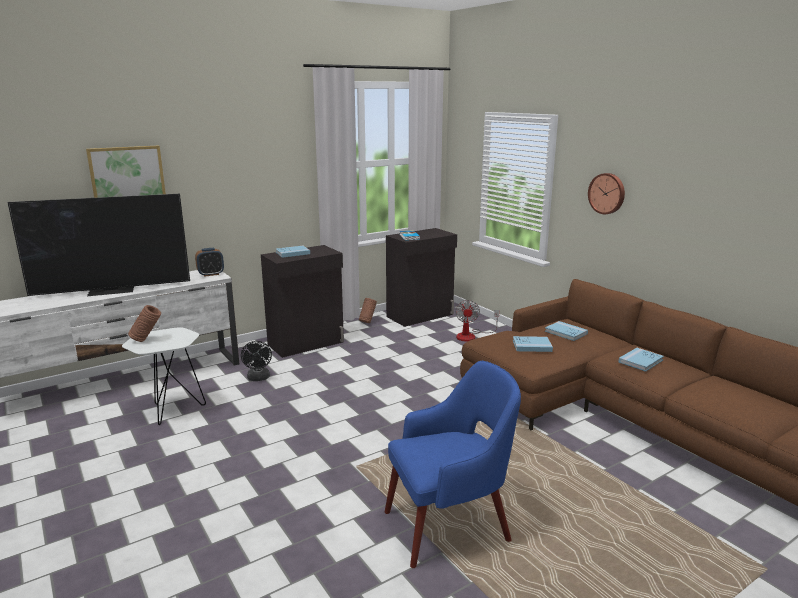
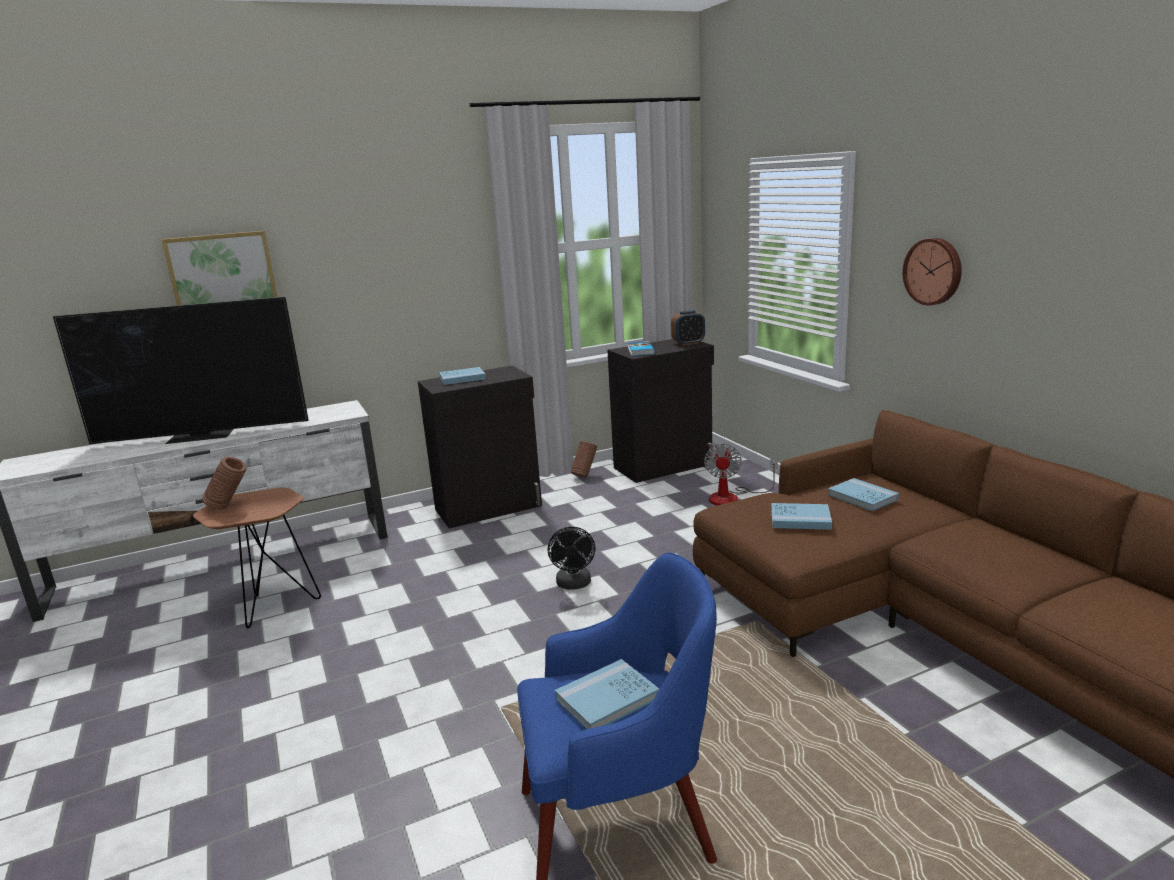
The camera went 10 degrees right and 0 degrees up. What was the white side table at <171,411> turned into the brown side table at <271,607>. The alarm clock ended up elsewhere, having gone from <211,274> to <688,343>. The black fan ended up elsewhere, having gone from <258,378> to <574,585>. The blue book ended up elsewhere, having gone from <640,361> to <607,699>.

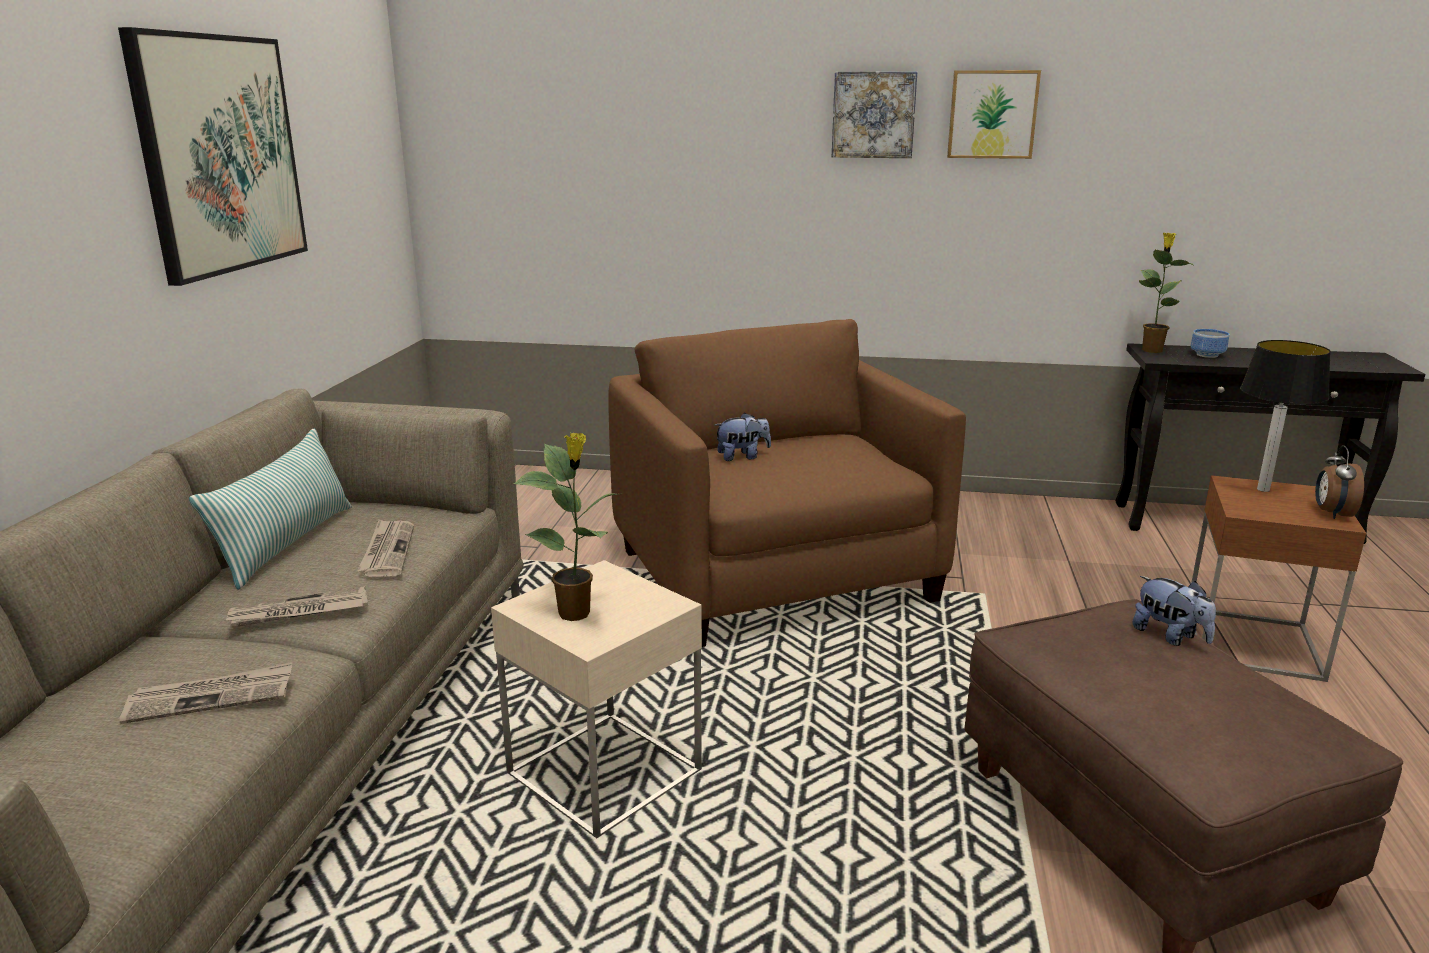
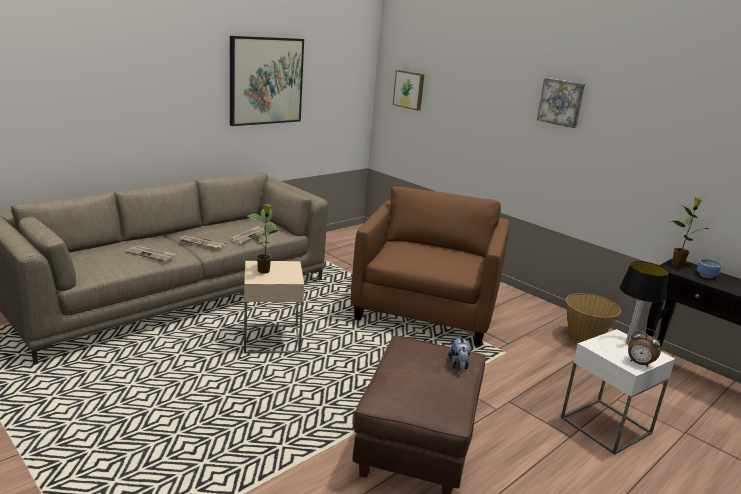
The camera went 35 degrees right and 0 degrees up. The second view lost the pillow at <286,544>. The second view lost the plush toy at <742,457>. The picture ended up elsewhere, having gone from <992,114> to <409,90>. What was the brown side table at <1252,643> turned into the white side table at <606,425>. The alarm clock at <1331,513> ended up facing another way, 105 degrees counterclockwise from before. The second view gained the basket at <585,338>.

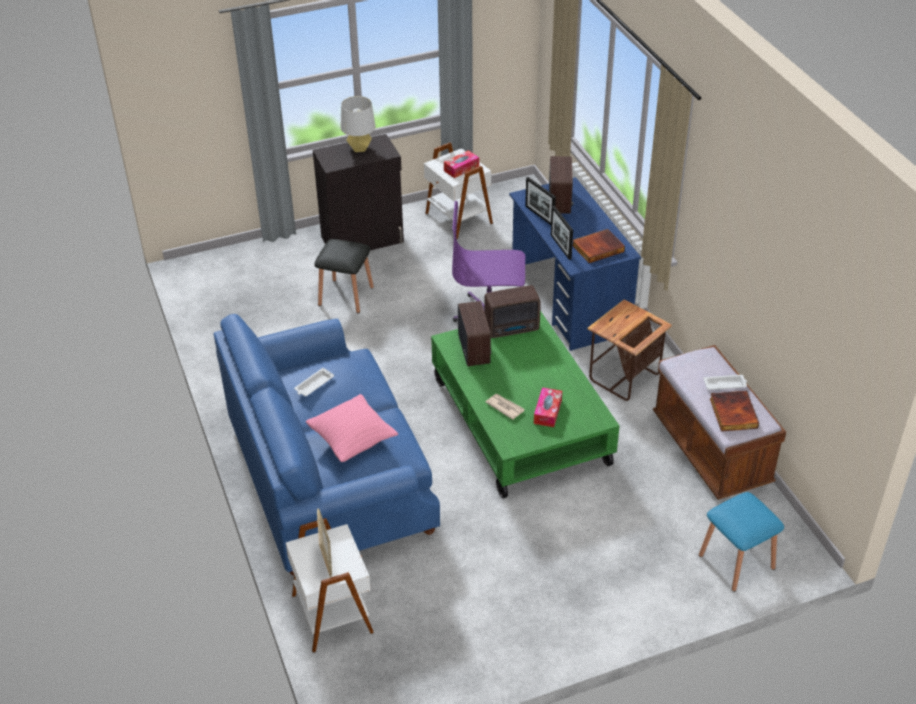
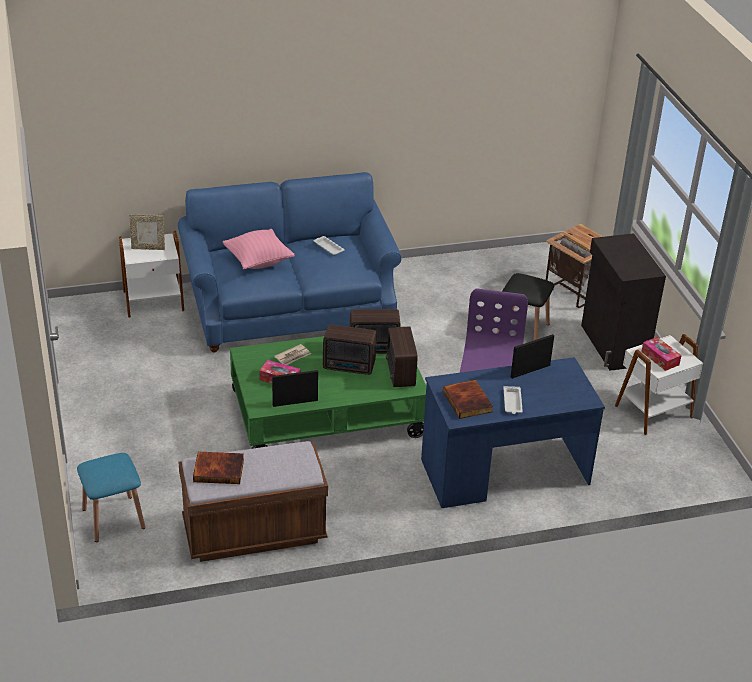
The camera went 95 degrees right and 5 degrees down. The second view lost the grey table lamp at <359,148>. The radio ended up elsewhere, having gone from <560,201> to <350,367>. The picture frame ended up elsewhere, having gone from <560,247> to <295,403>. The side table ended up elsewhere, having gone from <623,378> to <574,291>. The white tray ended up elsewhere, having gone from <725,384> to <512,402>.

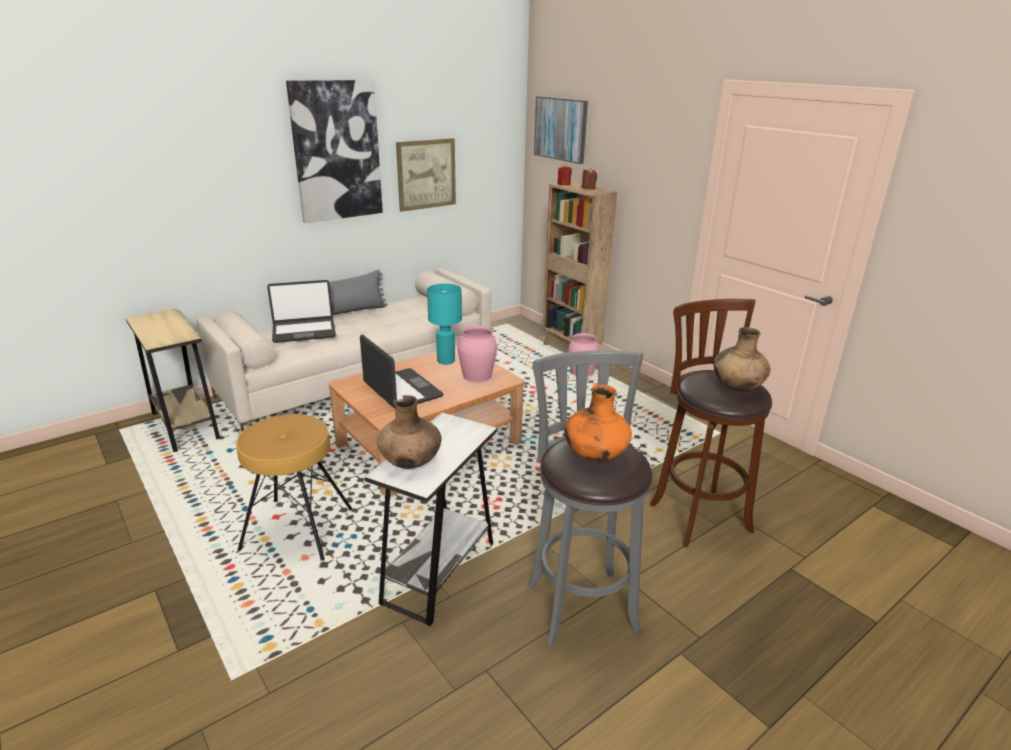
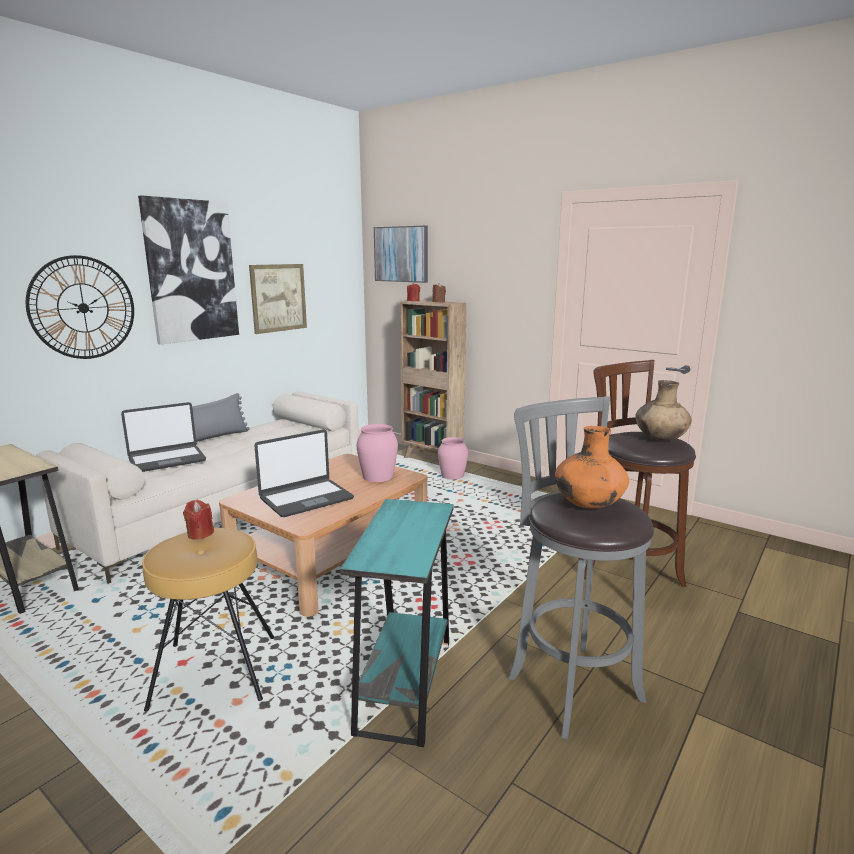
The camera went 15 degrees left and 10 degrees down. The laptop at <401,390> ended up facing another way, 105 degrees clockwise from before. What was the white side table at <439,572> turned into the turquoise side table at <405,685>. The second view lost the brown vase at <411,462>. The second view lost the turquoise table lamp at <446,360>. The second view gained the wall clock at <83,308>. The second view gained the red candle at <200,534>.

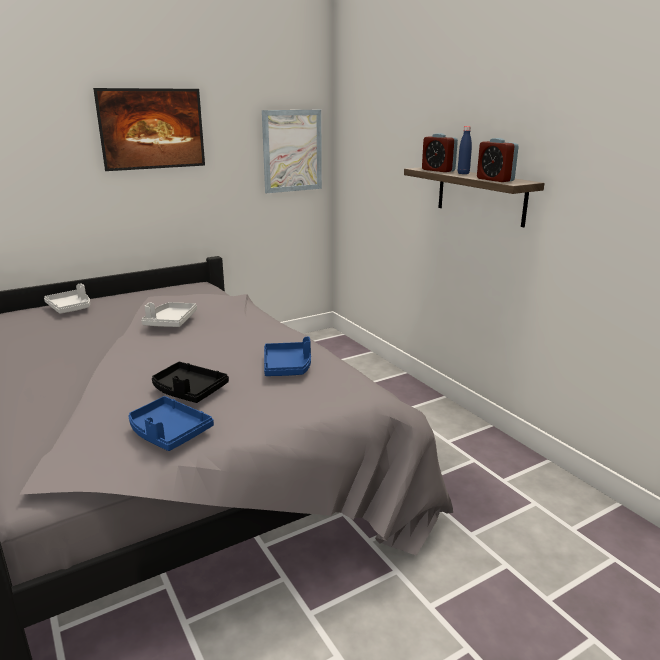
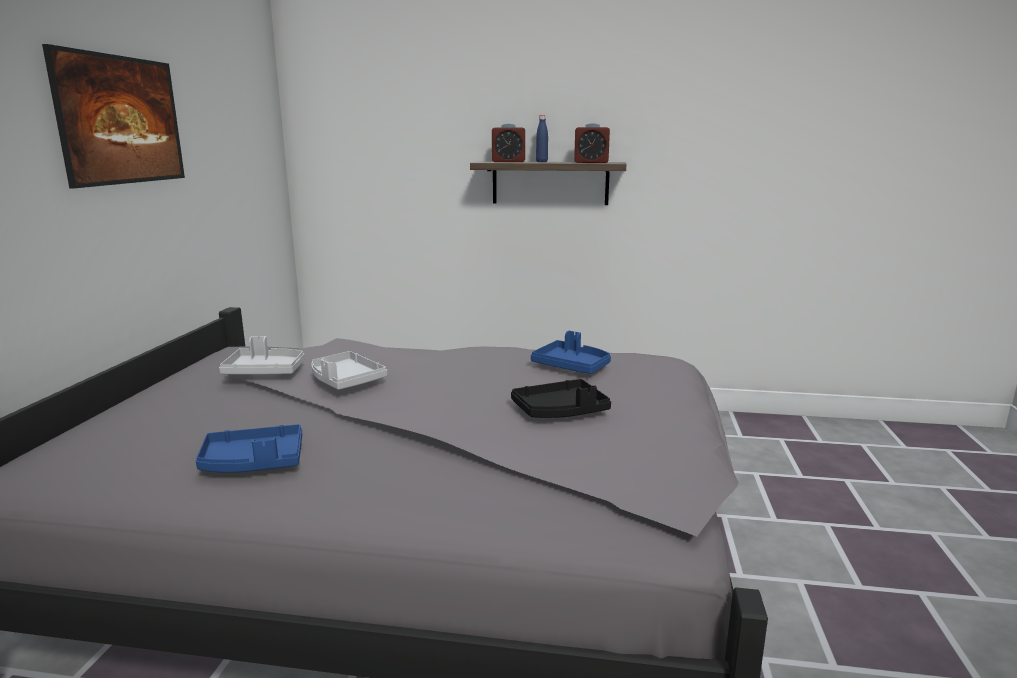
The camera went 50 degrees left and 5 degrees down. The grey tray ended up elsewhere, having gone from <70,308> to <265,371>. The blue tray ended up elsewhere, having gone from <168,433> to <254,463>. The second view lost the picture at <292,151>.

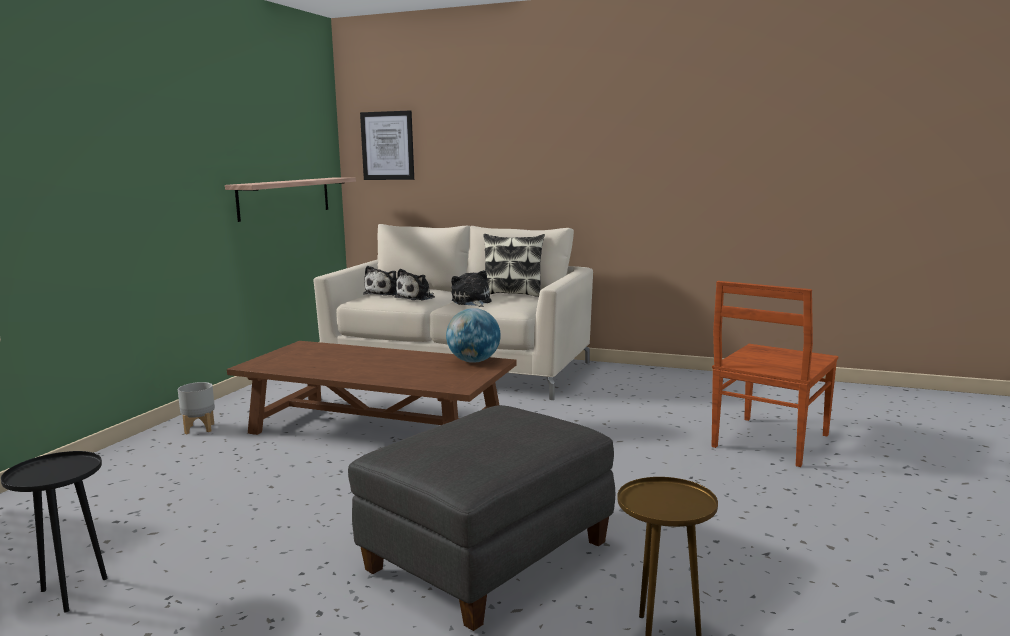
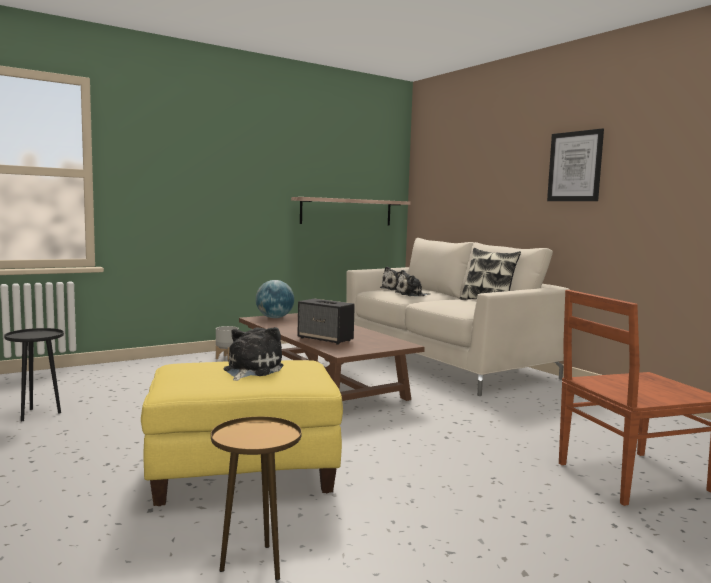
The camera went 35 degrees right and 5 degrees down. What was the grey ottoman at <487,559> turned into the yellow ottoman at <241,473>. The picture ended up elsewhere, having gone from <387,145> to <575,166>. The globe ended up elsewhere, having gone from <473,361> to <274,318>. The plush toy ended up elsewhere, having gone from <472,302> to <251,370>. The second view gained the speaker at <326,339>.

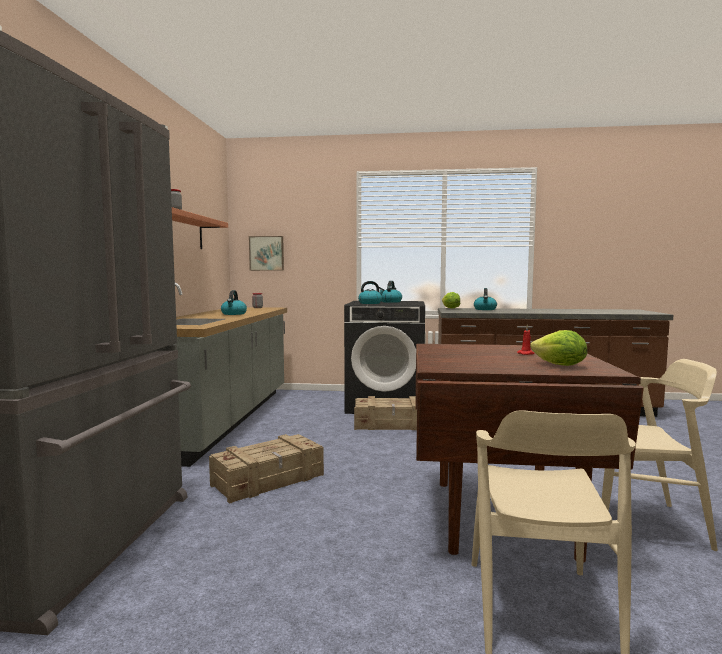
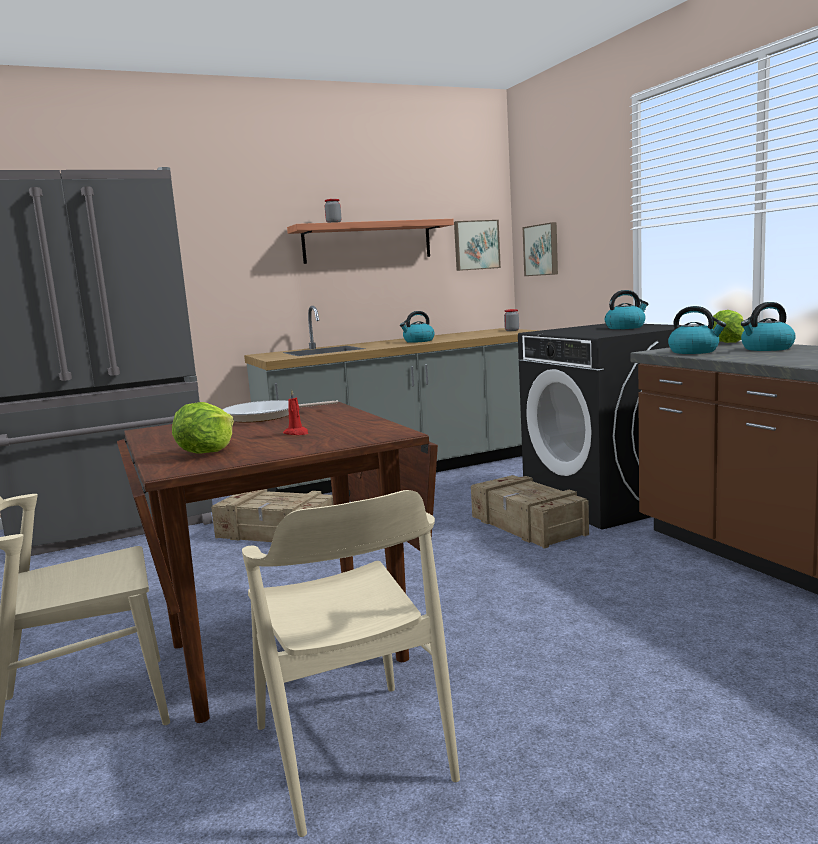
The camera went 60 degrees right and 5 degrees up. The kettle ended up elsewhere, having gone from <370,303> to <694,351>. The second view gained the frying pan at <266,416>. The second view gained the picture at <476,245>.

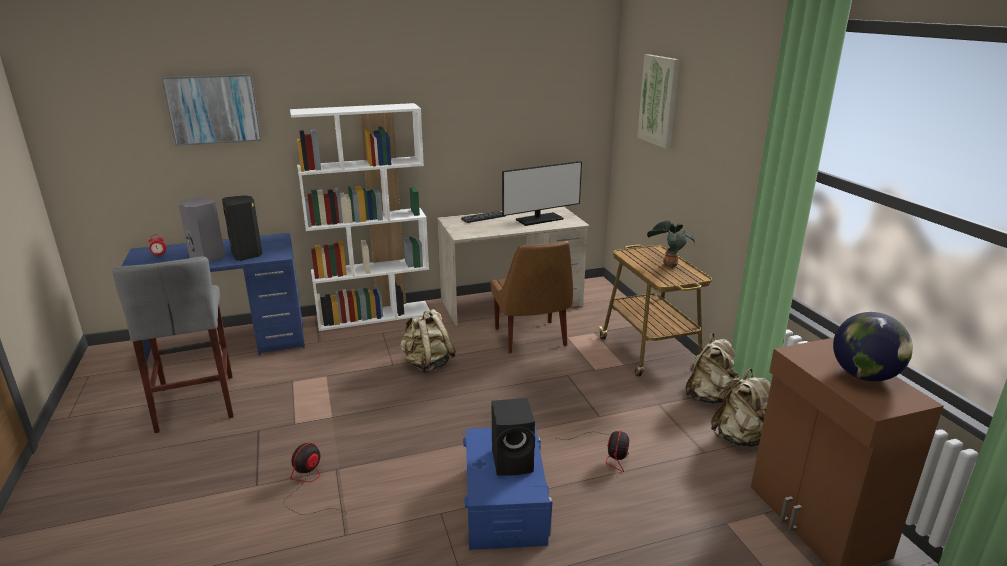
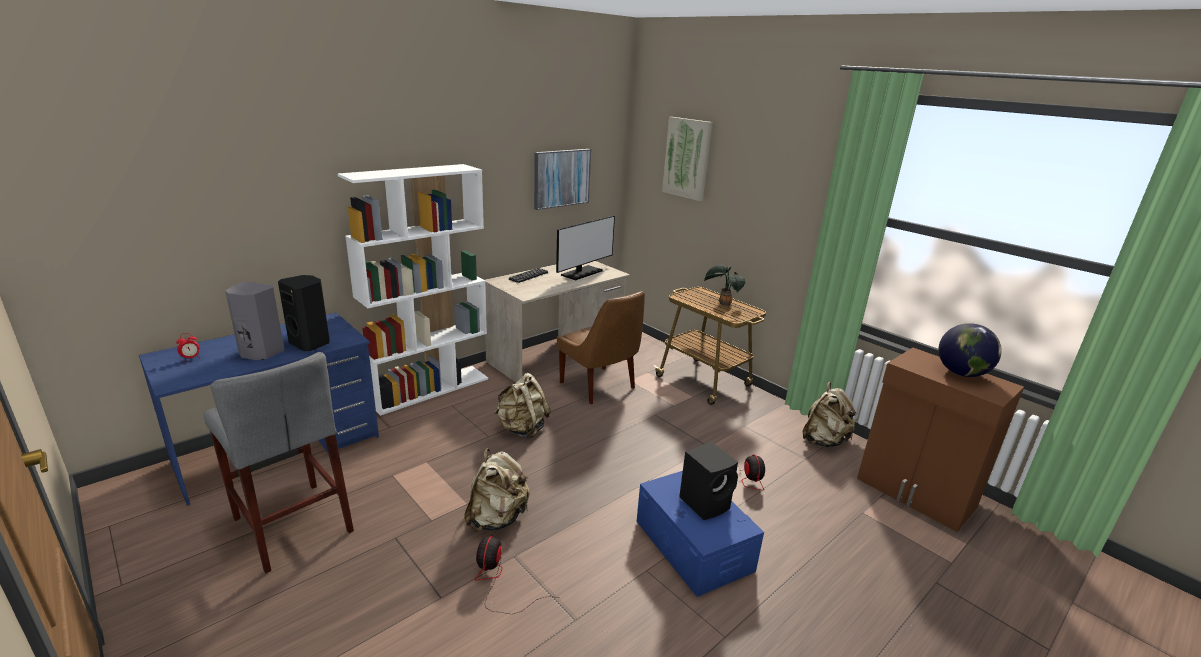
The camera went 25 degrees left and 0 degrees up. The picture ended up elsewhere, having gone from <213,109> to <561,178>. The beige backpack ended up elsewhere, having gone from <710,397> to <497,518>.

